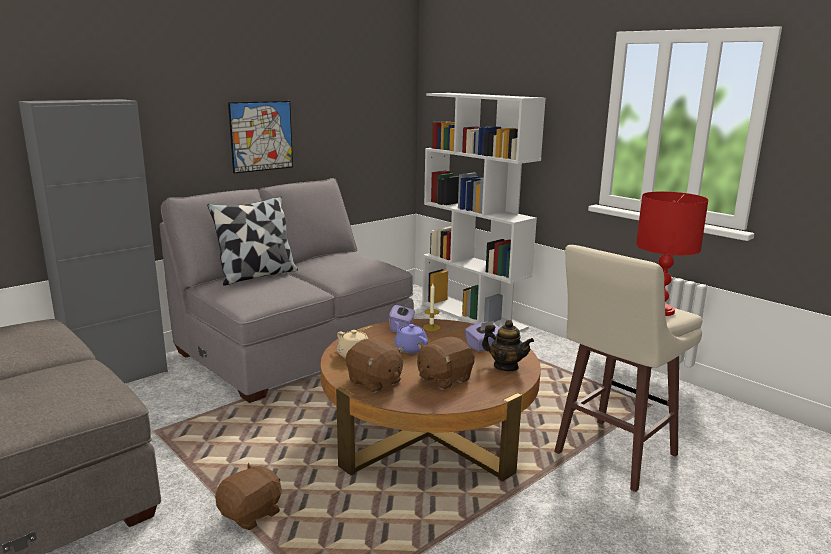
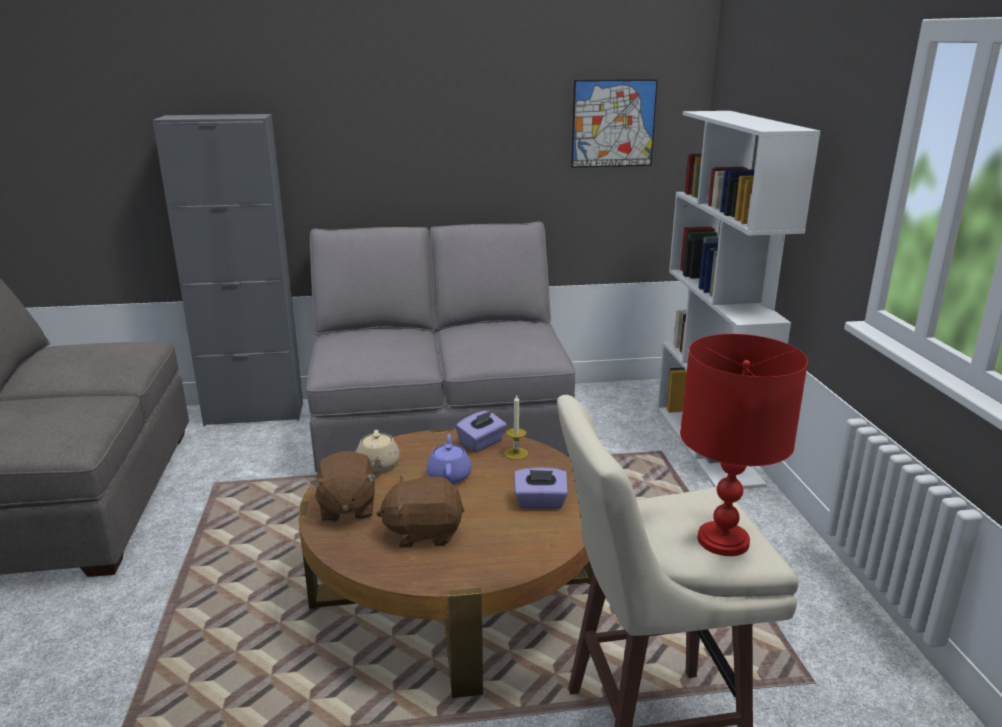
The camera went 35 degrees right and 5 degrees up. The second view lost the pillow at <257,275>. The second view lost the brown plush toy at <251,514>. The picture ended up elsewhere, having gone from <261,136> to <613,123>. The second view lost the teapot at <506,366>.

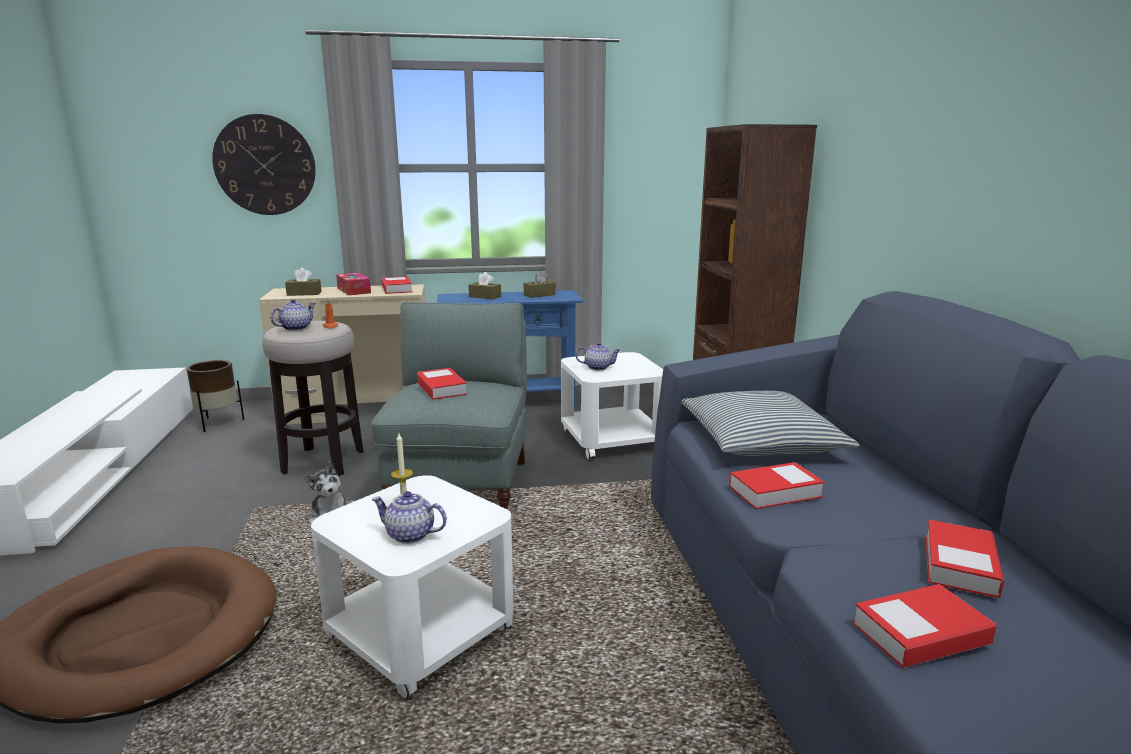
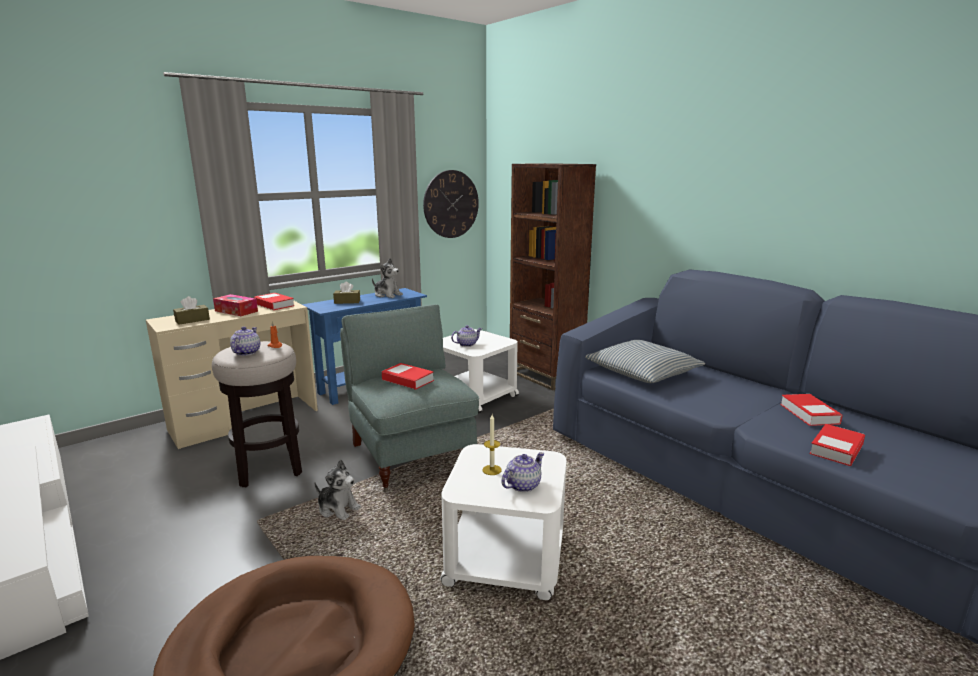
The camera went 30 degrees left and 0 degrees up. The second view lost the brown planter at <219,423>. The wall clock ended up elsewhere, having gone from <265,165> to <451,204>. The teapot at <409,535> ended up facing another way, 150 degrees clockwise from before. Where the brown tissue box stood at <539,295>, the plush toy came to stand at <387,295>. The second view lost the book at <775,492>.

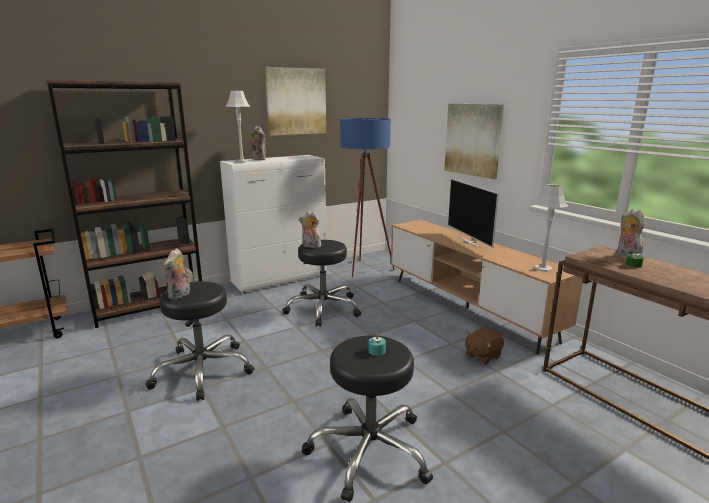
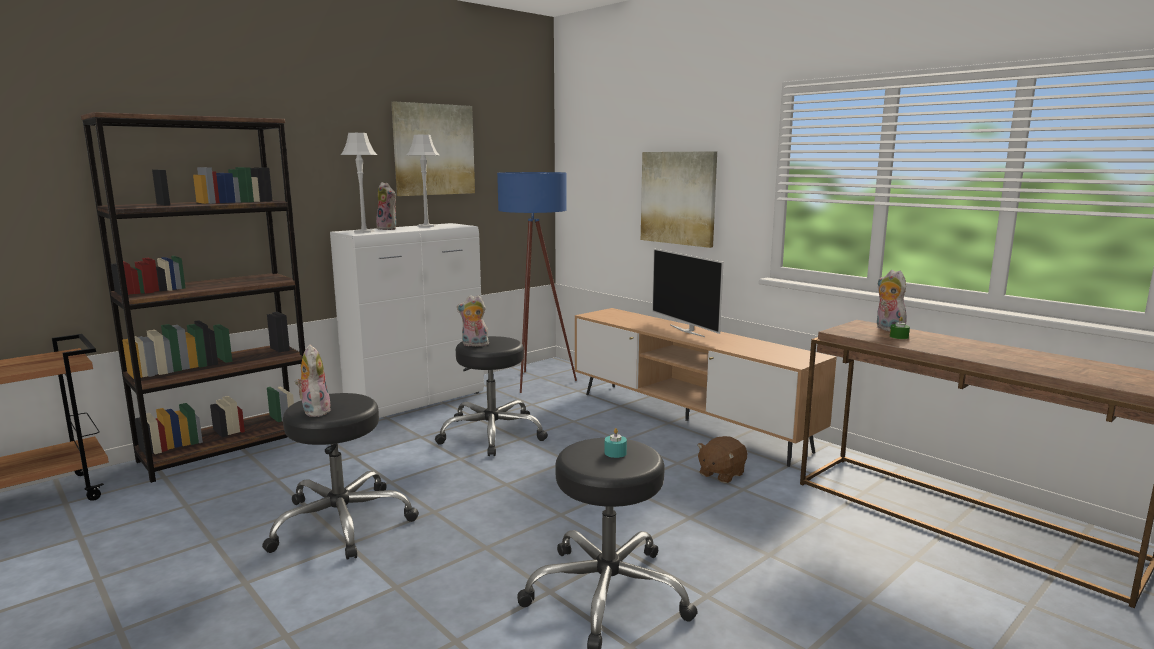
The camera went 10 degrees left and 5 degrees down. The plush toy at <180,295> ended up facing another way, 150 degrees clockwise from before. The grey table lamp ended up elsewhere, having gone from <543,268> to <426,226>.

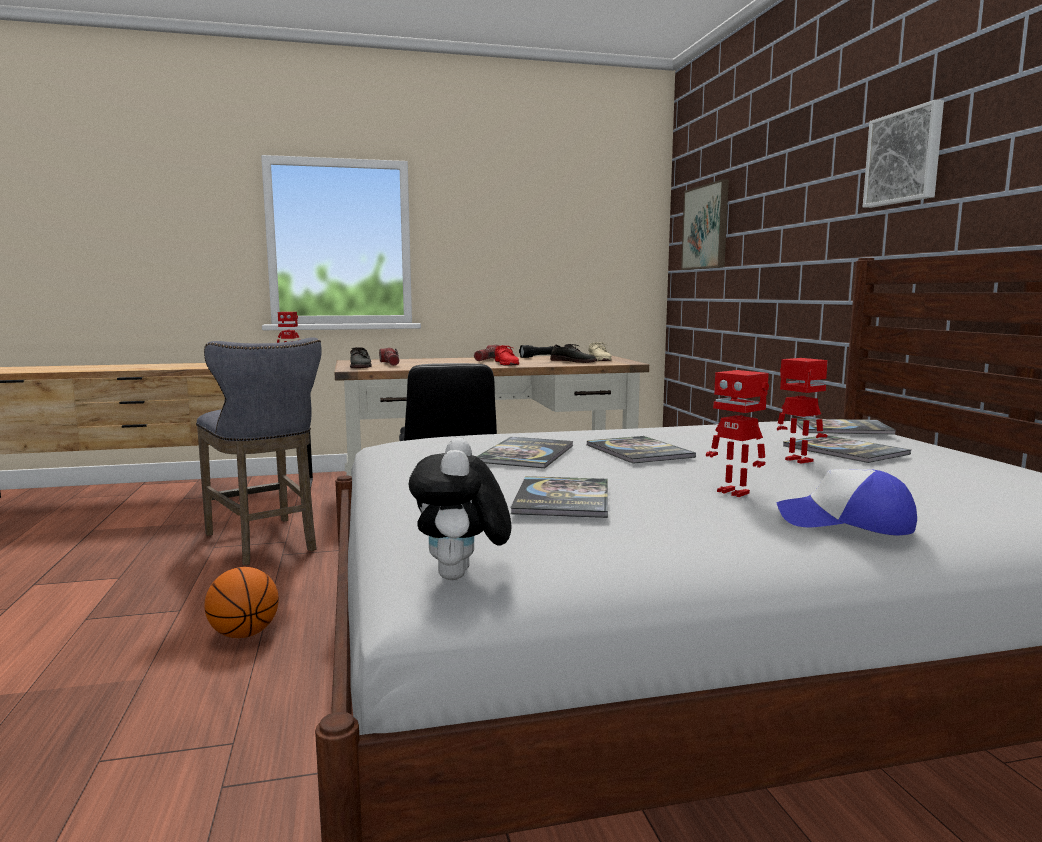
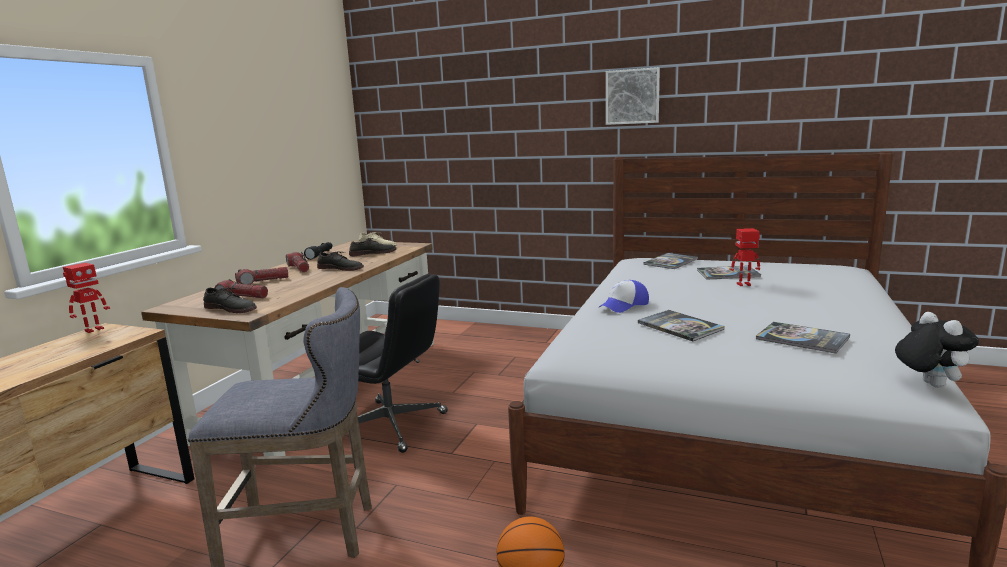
The camera went 55 degrees left and 5 degrees up. The plush toy at <461,577> ended up facing another way, 135 degrees counterclockwise from before. What was the red shoe at <507,363> turned into the grey shoe at <341,268>. The second view lost the book at <638,451>. The second view lost the picture at <706,227>. The second view lost the toy robot at <734,492>. The cap ended up elsewhere, having gone from <846,522> to <624,305>. The second view gained the flashlight at <263,282>.

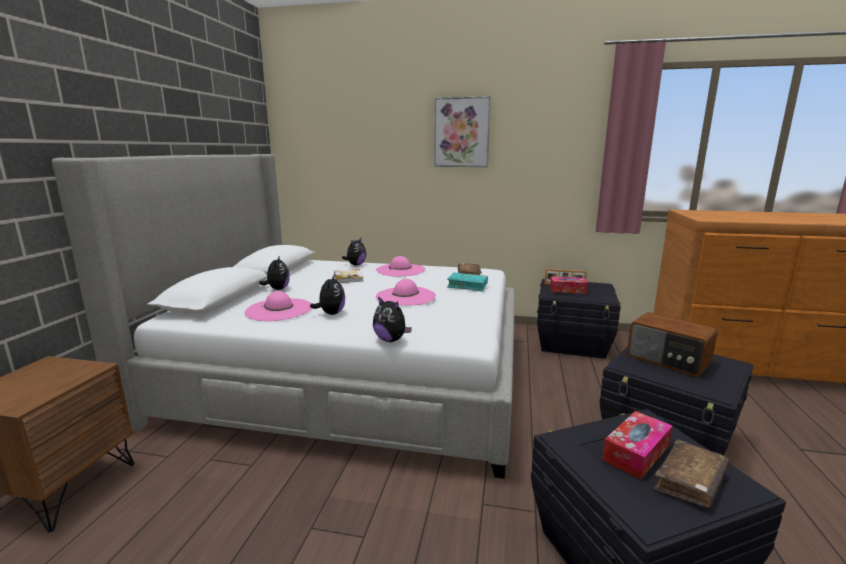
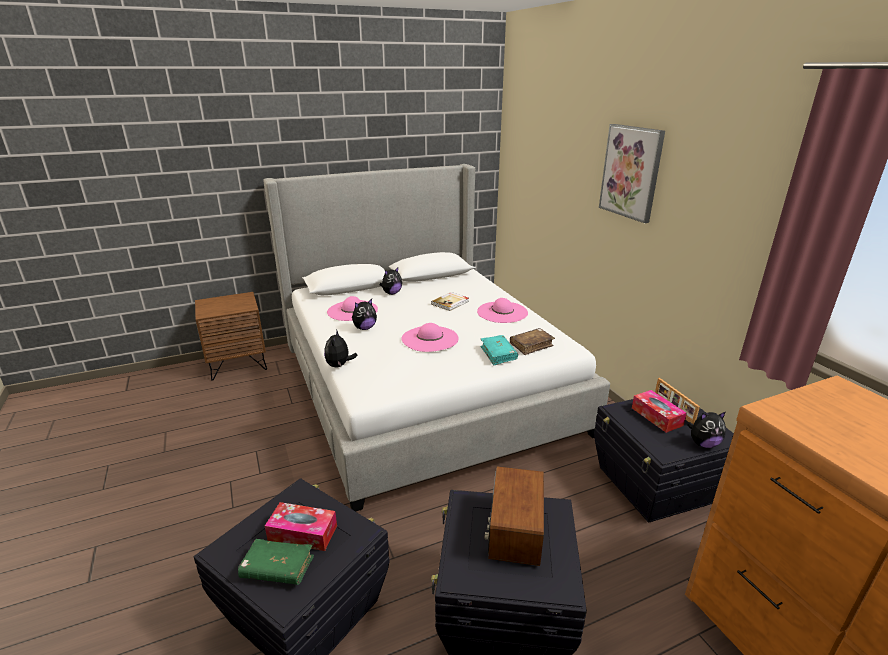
The camera went 55 degrees right and 10 degrees up. The plush toy ended up elsewhere, having gone from <356,265> to <703,443>. What was the brown book at <690,482> turned into the green book at <277,568>.

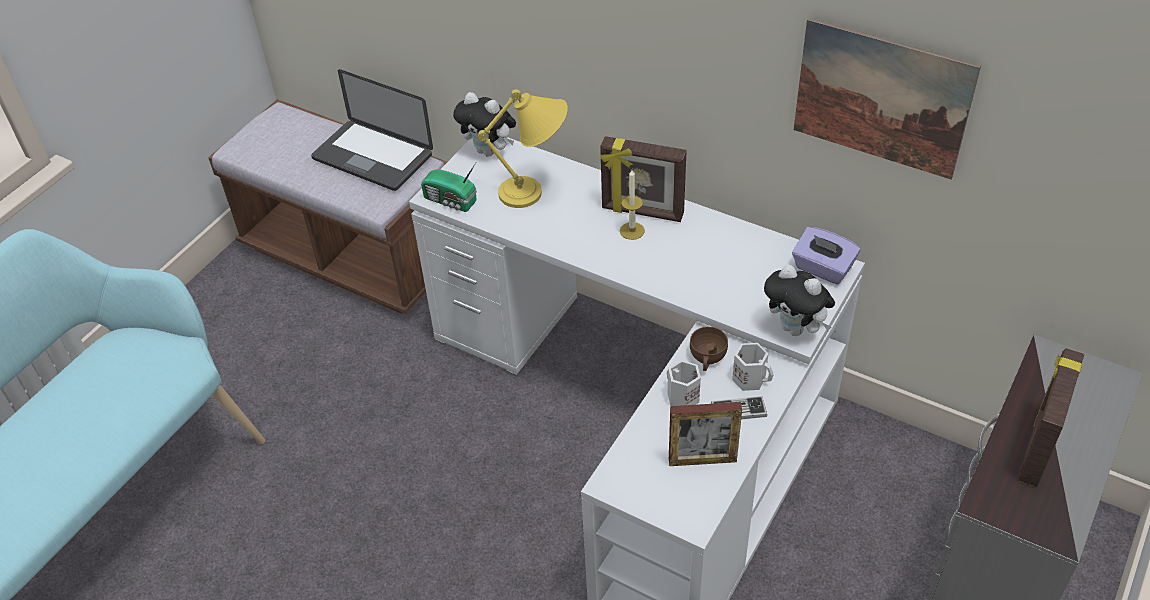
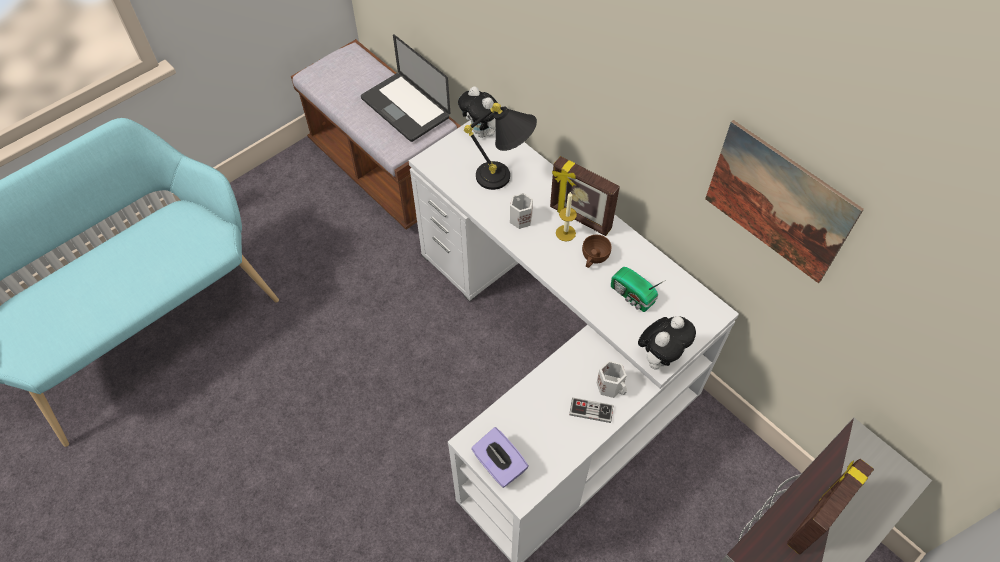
The camera went 15 degrees right and 10 degrees up. The radio ended up elsewhere, having gone from <451,201> to <632,296>. What was the yellow table lamp at <536,193> turned into the black table lamp at <505,179>. The white mug ended up elsewhere, having gone from <681,397> to <519,219>. The second view lost the picture frame at <702,460>. The brown cup ended up elsewhere, having gone from <707,359> to <593,258>. The plush toy at <796,329> ended up facing another way, 105 degrees counterclockwise from before. The purple tissue box ended up elsewhere, having gone from <822,269> to <499,465>.

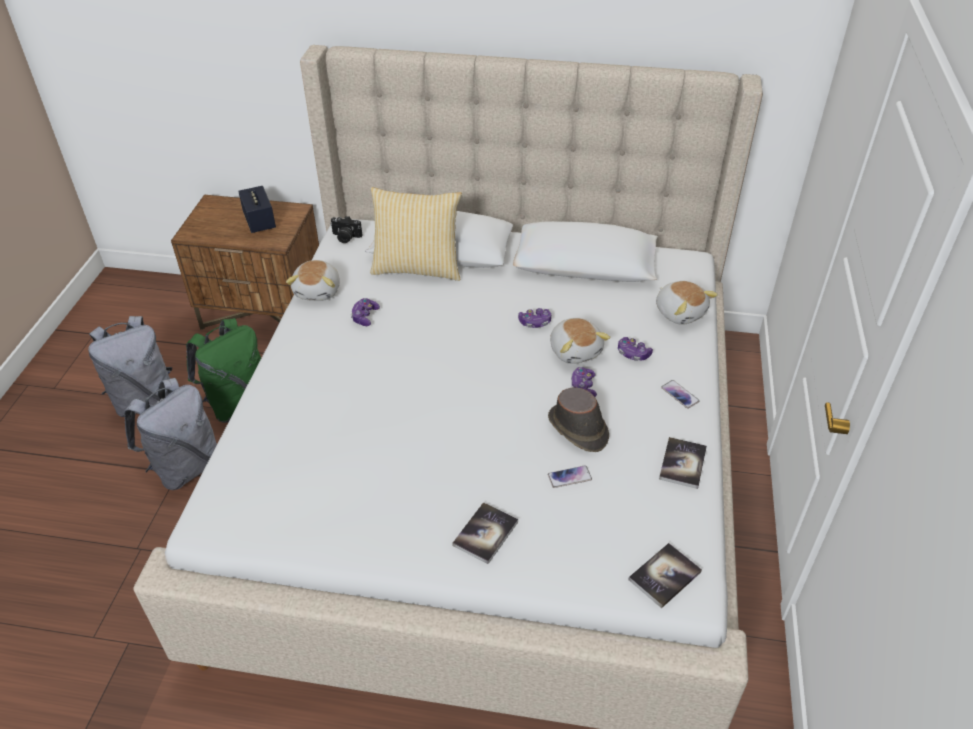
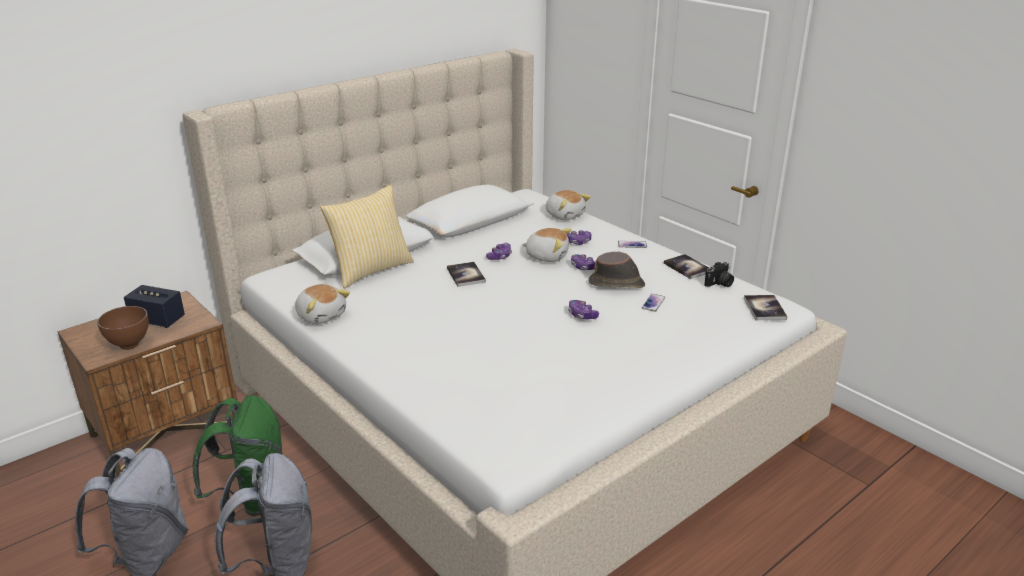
The camera went 50 degrees left and 15 degrees down. The photo camera ended up elsewhere, having gone from <345,237> to <719,284>. The game controller ended up elsewhere, having gone from <365,317> to <582,315>. The book ended up elsewhere, having gone from <485,533> to <466,275>. The plush toy at <680,312> ended up facing another way, 45 degrees clockwise from before. The second view gained the brown bowl at <130,346>.

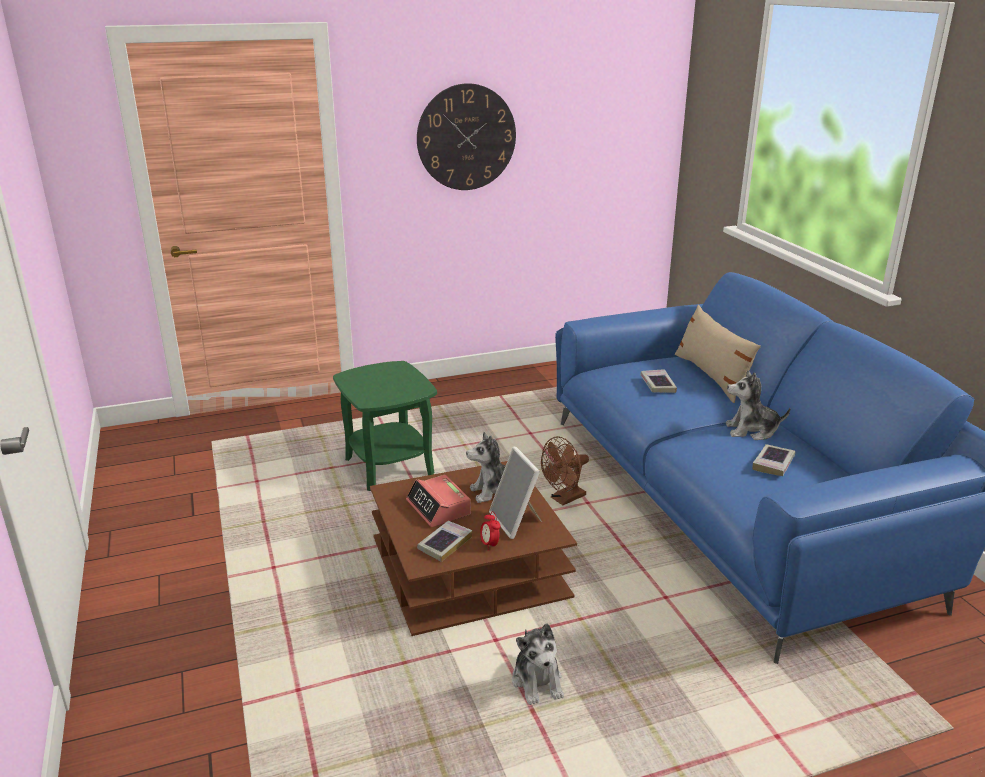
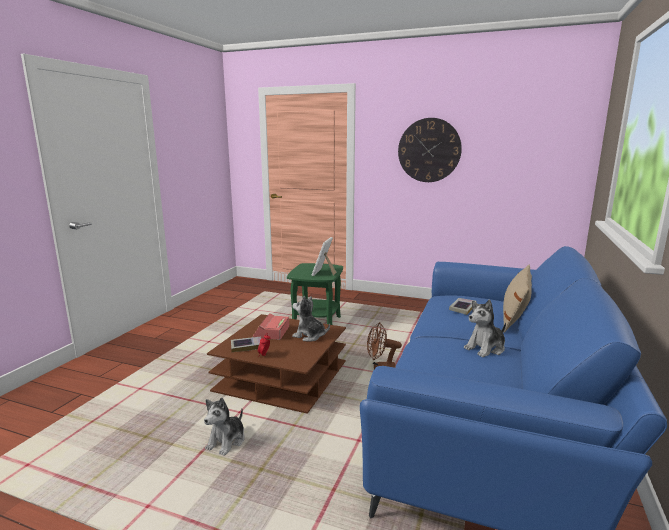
The camera went 40 degrees right and 10 degrees down. The picture frame ended up elsewhere, having gone from <516,522> to <324,273>. The plush toy at <751,431> ended up facing another way, 75 degrees counterclockwise from before. The second view lost the book at <773,464>.

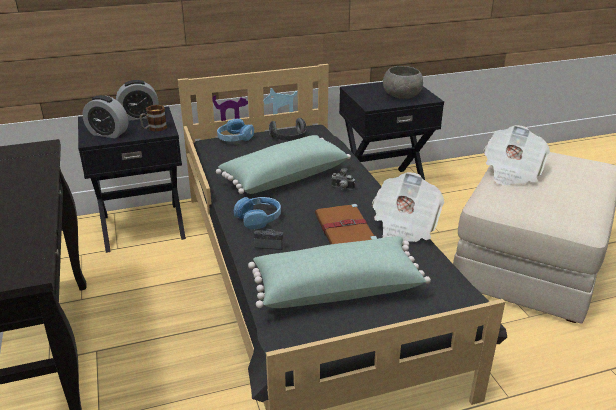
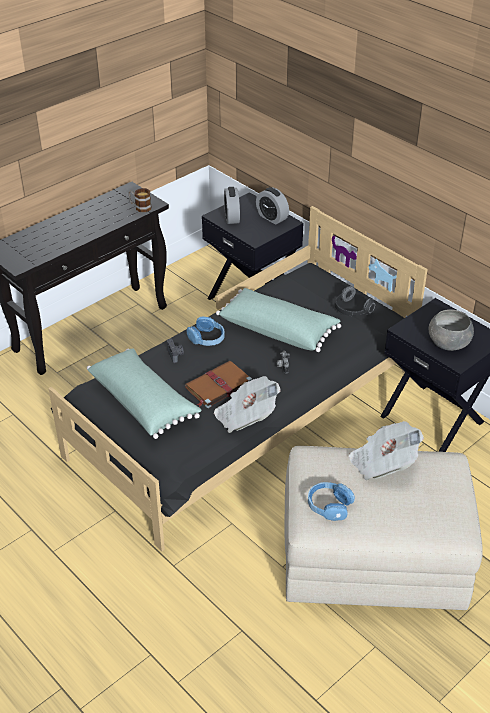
The camera went 65 degrees right and 10 degrees up. The mug ended up elsewhere, having gone from <154,128> to <140,207>. The blue headphones ended up elsewhere, having gone from <235,138> to <329,506>.

